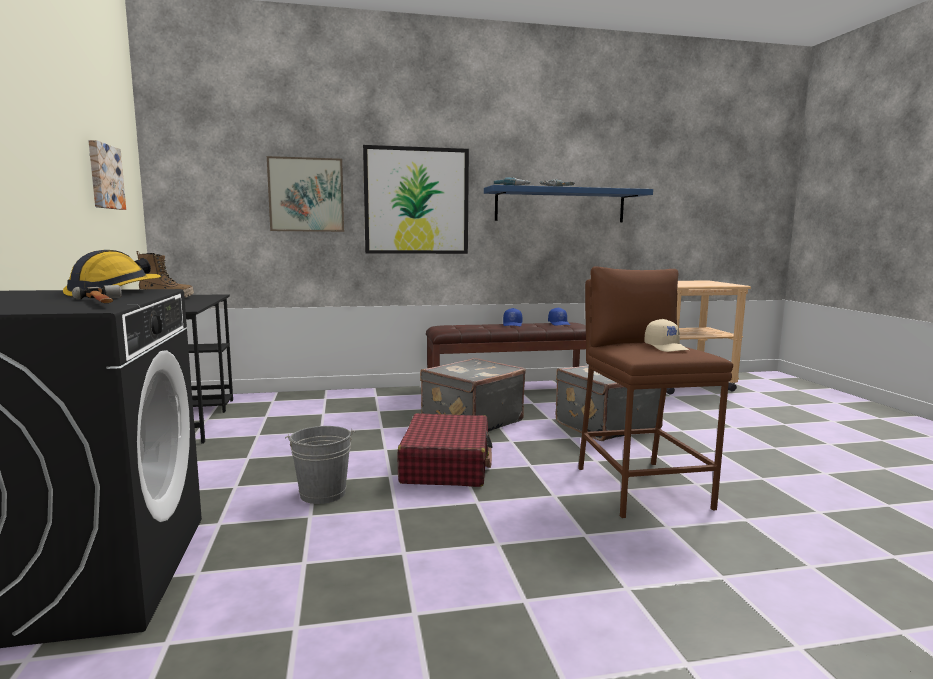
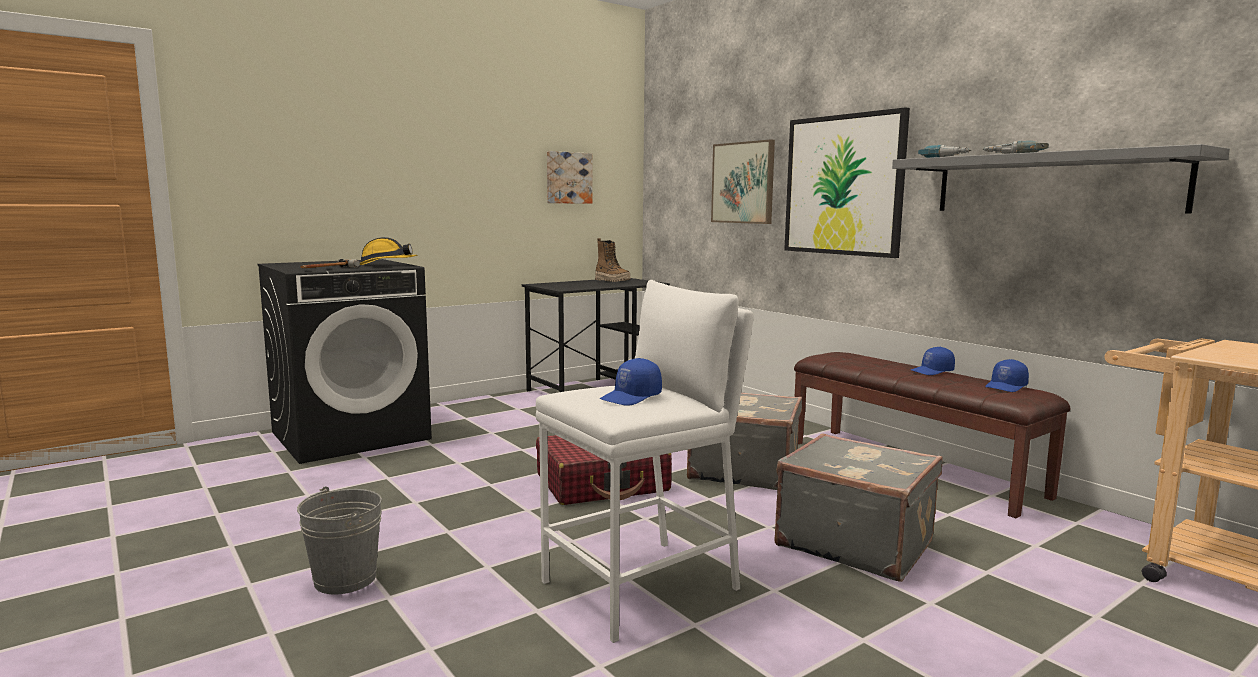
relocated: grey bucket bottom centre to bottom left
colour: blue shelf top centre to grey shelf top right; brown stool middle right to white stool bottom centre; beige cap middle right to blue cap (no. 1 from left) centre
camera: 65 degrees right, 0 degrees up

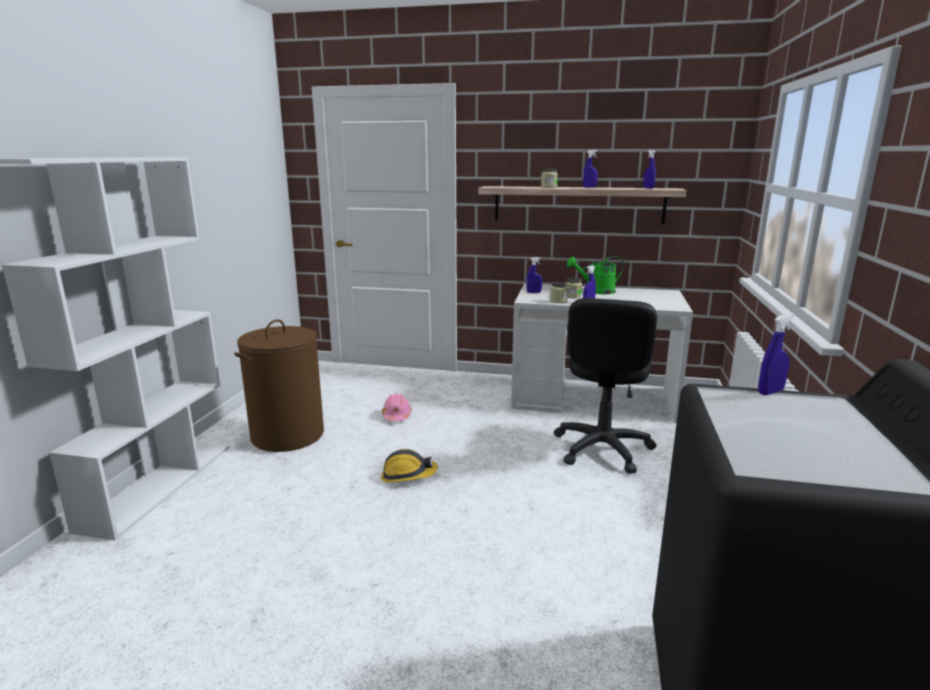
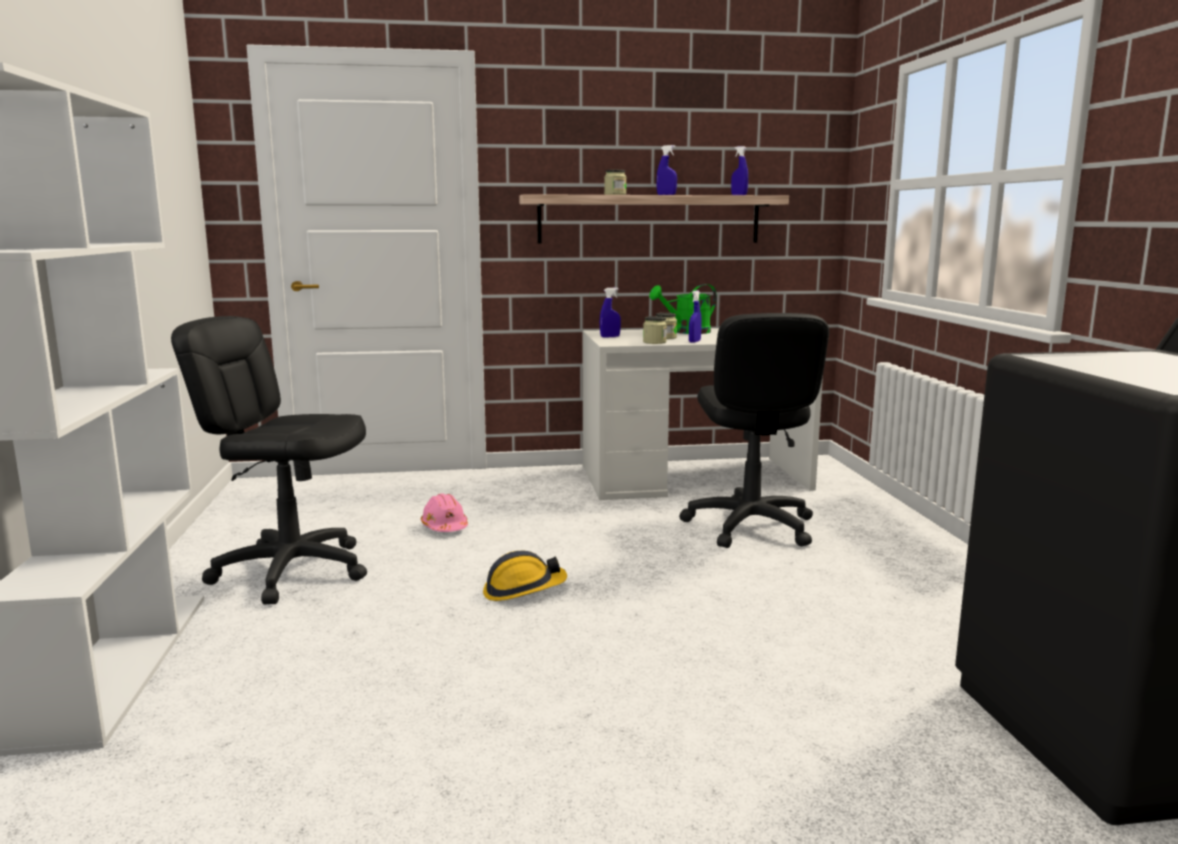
missing: blue spray bottle (no. 5 from left) middle right
exchanged: brown laundry basket middle left to black office chair (no. 1 from left) middle left
camera: 20 degrees left, 5 degrees down

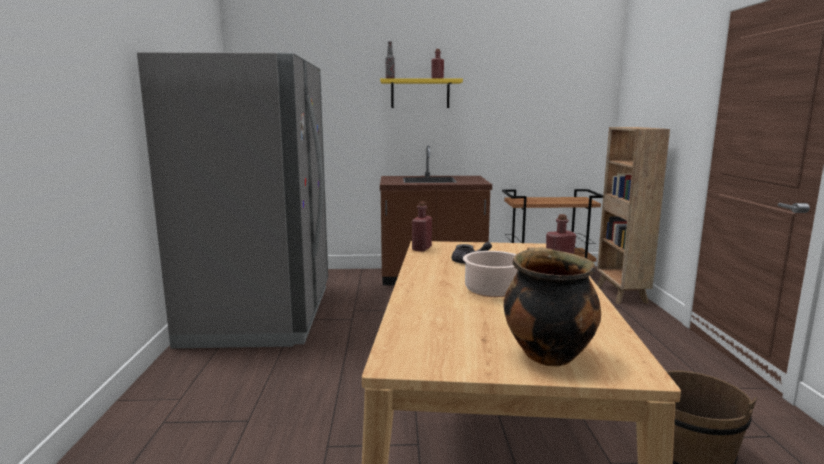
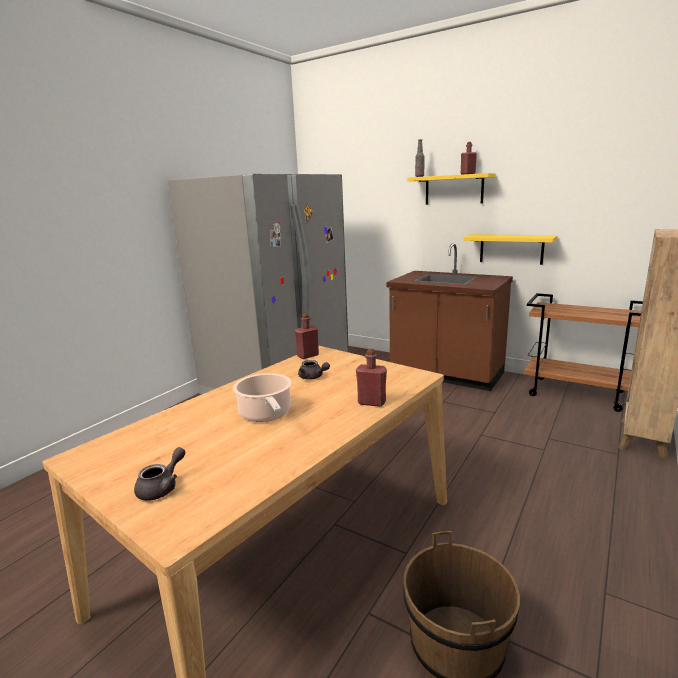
appeared: yellow shelf (no. 2 from left) middle right
exchanged: cooking pot (no. 2 from left) middle right to grey teapot (no. 1 from left) bottom left
camera: 35 degrees right, 5 degrees up

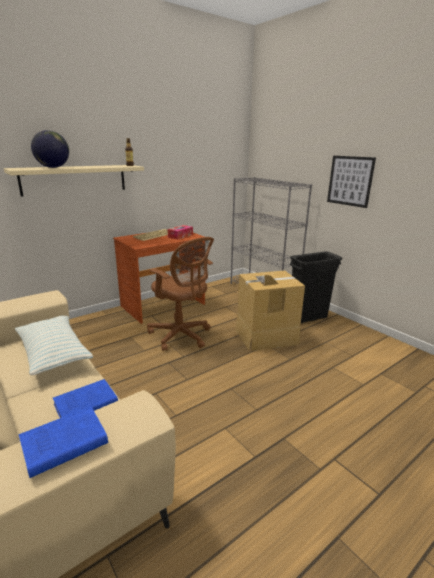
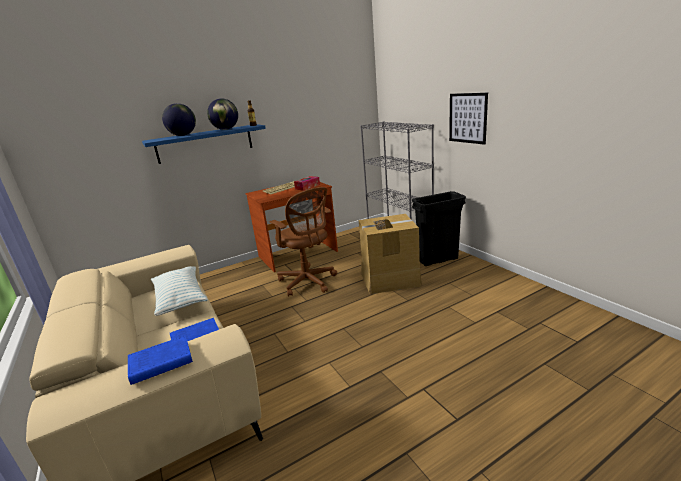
appeared: globe (no. 2 from left) top left
colour: beige shelf top left to blue shelf top left
camera: 10 degrees right, 0 degrees up

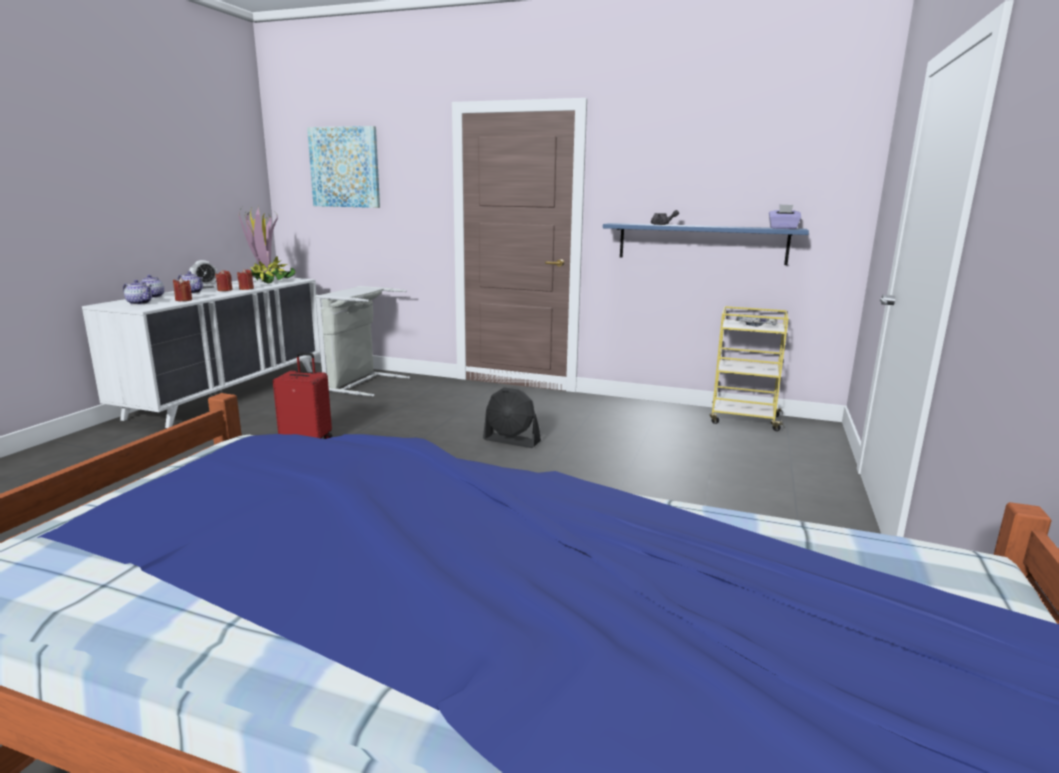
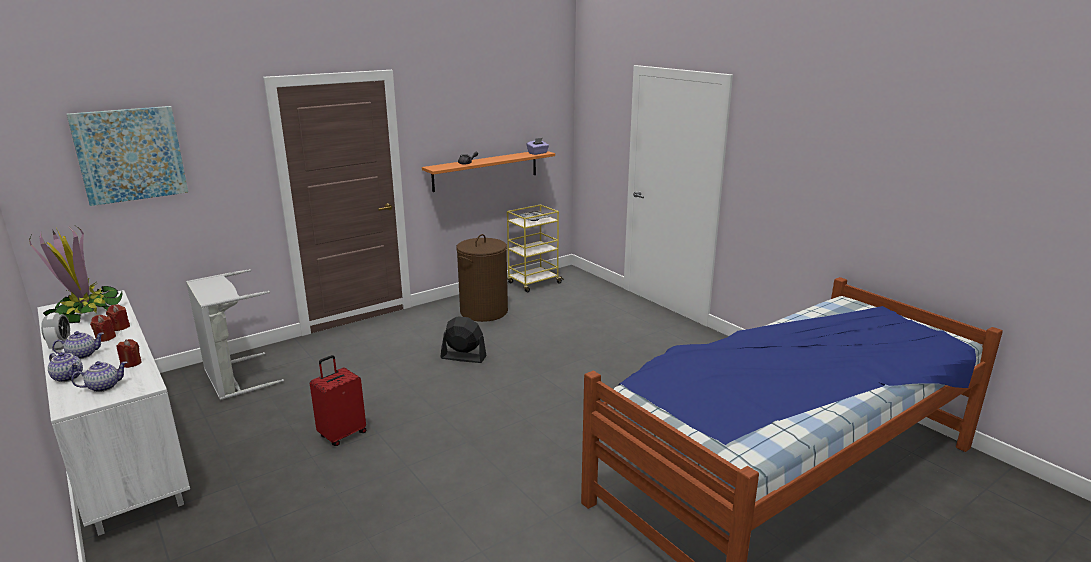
appeared: brown laundry basket centre
colour: blue shelf top right to orange shelf top centre
spun: black fan centre = centre 135 degrees counterclockwise
camera: 55 degrees left, 5 degrees up

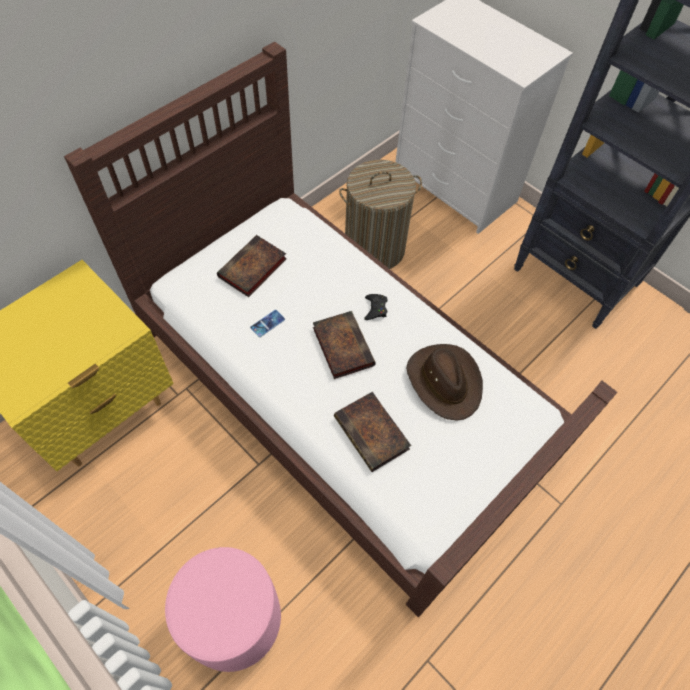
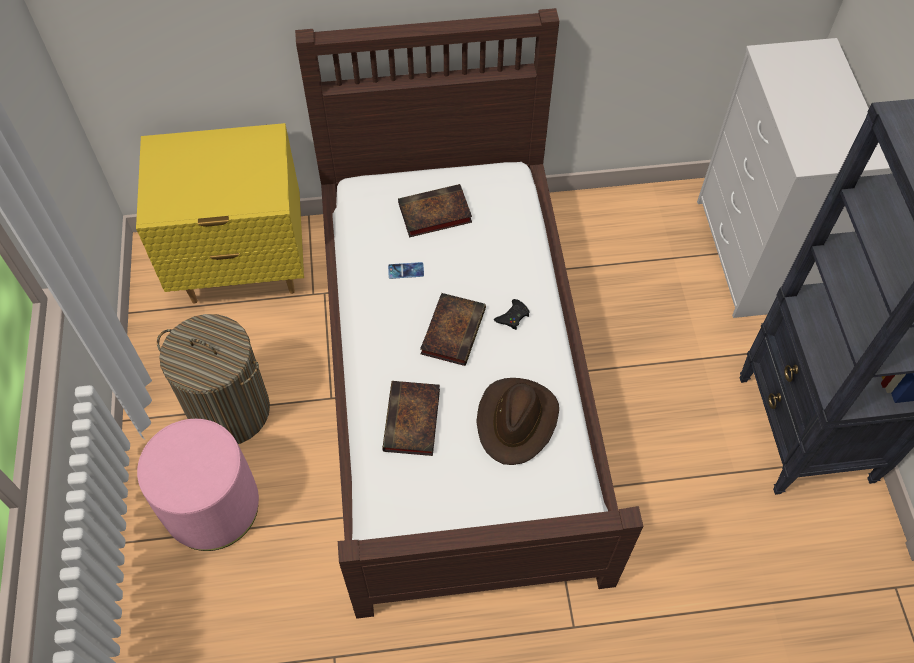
relocated: laundry basket top centre to middle left
camera: 40 degrees right, 0 degrees up

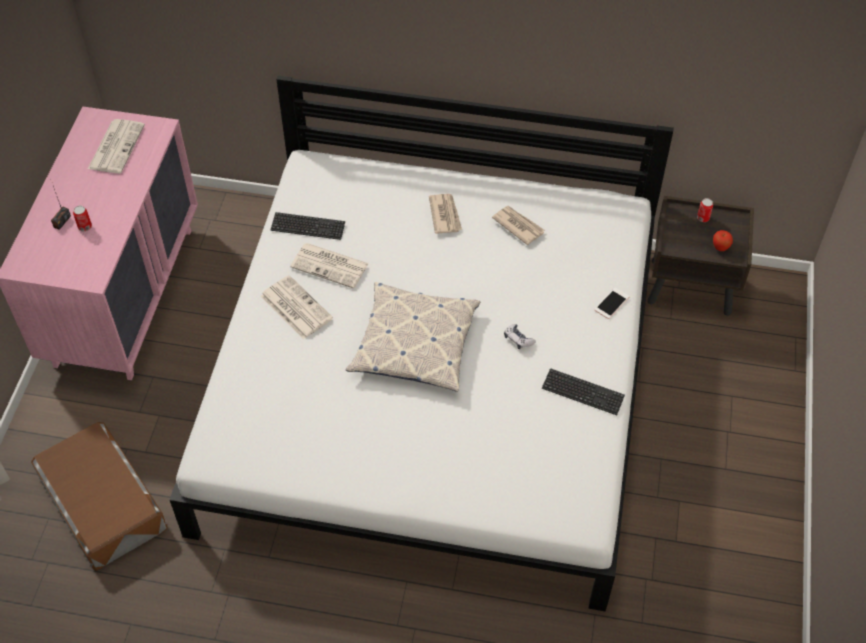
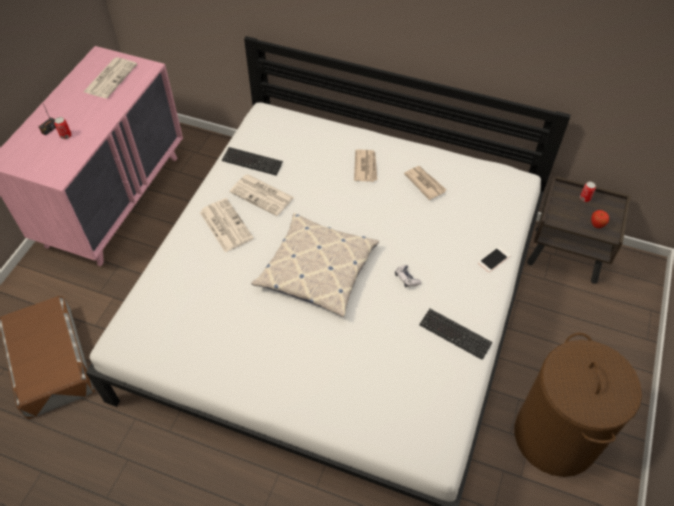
appeared: brown laundry basket bottom right
camera: 10 degrees right, 0 degrees up

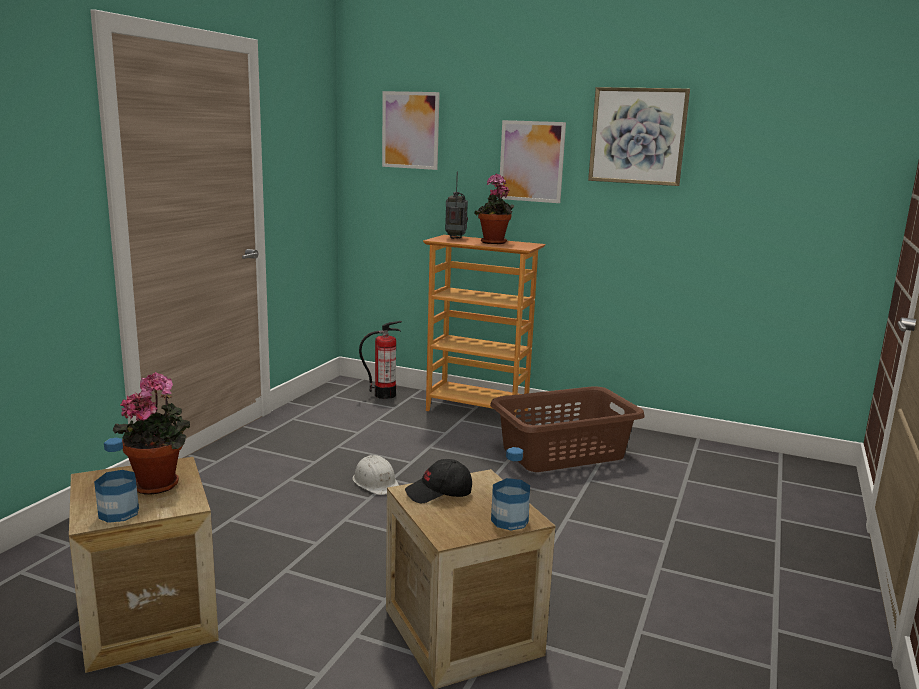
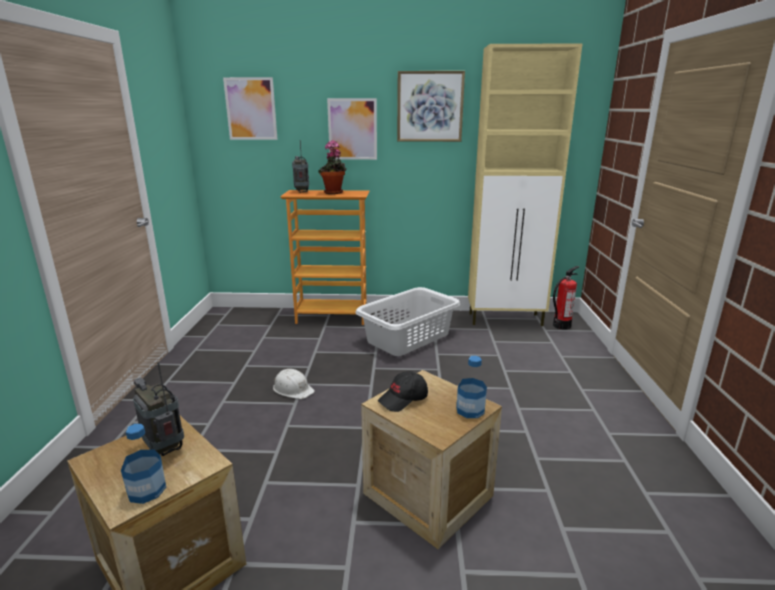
appeared: beige cabinet top right
relocated: fire extinguisher centre to middle right
exchanged: potted plant (no. 1 from left) middle left to radio (no. 1 from left) bottom left
colour: brown laundry basket centre to grey laundry basket centre
camera: 20 degrees left, 5 degrees up

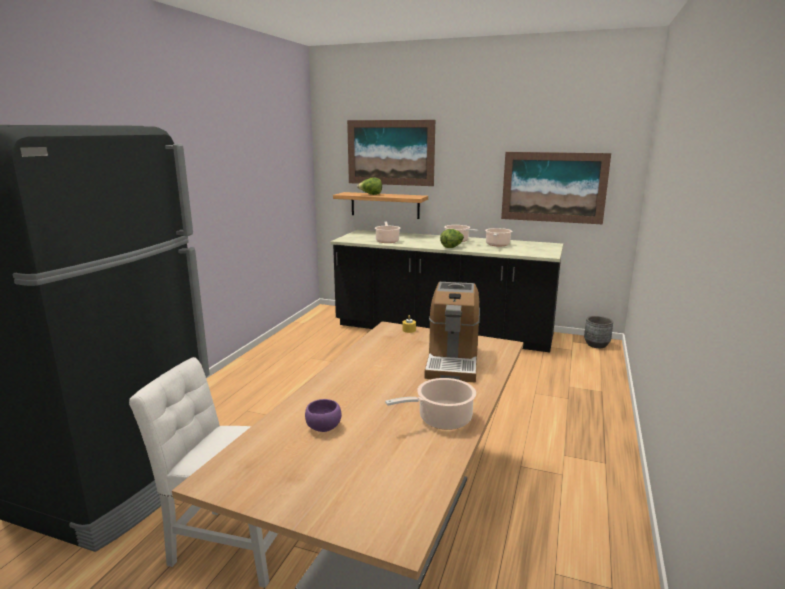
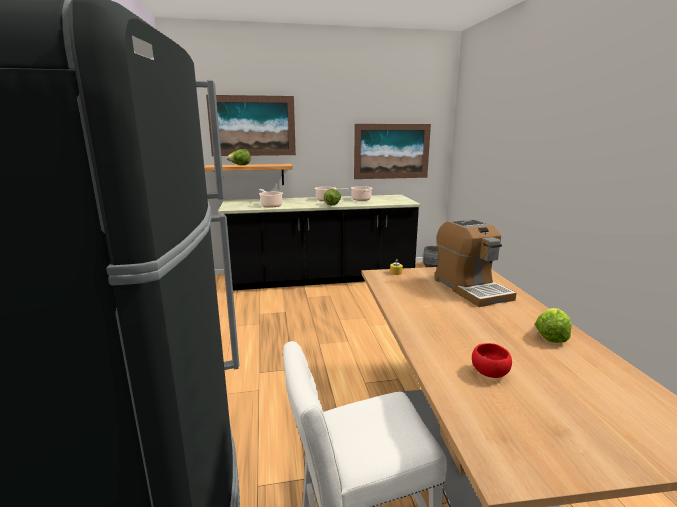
exchanged: cooking pot (no. 2 from left) bottom centre to lettuce (no. 3 from left) middle right
colour: purple bowl bottom centre to red bowl bottom right
camera: 30 degrees left, 0 degrees up

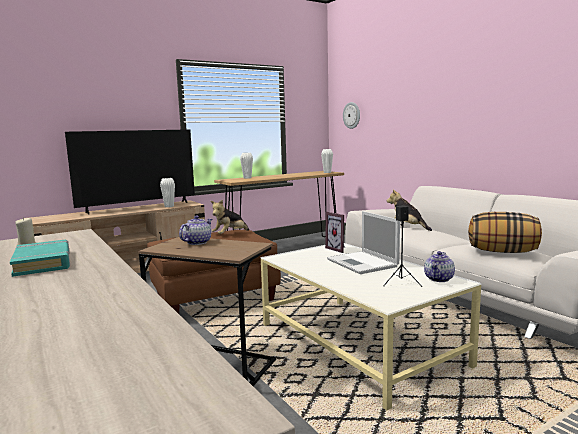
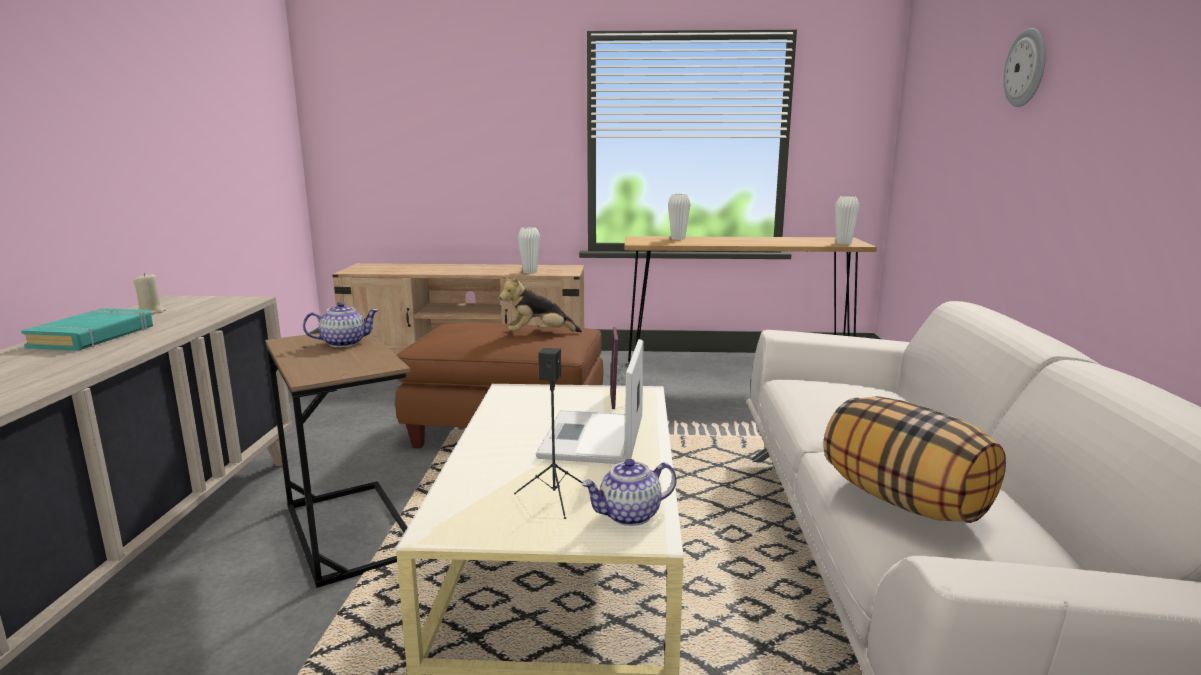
missing: television middle left; plush toy (no. 2 from left) middle right
relocated: wall clock top centre to top right
camera: 35 degrees right, 5 degrees up

